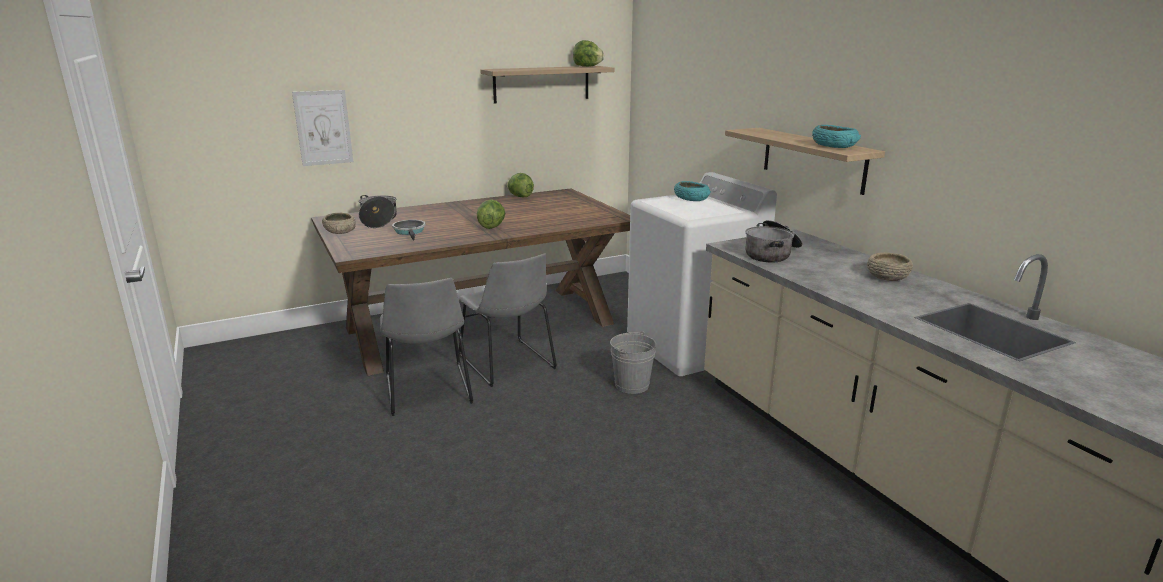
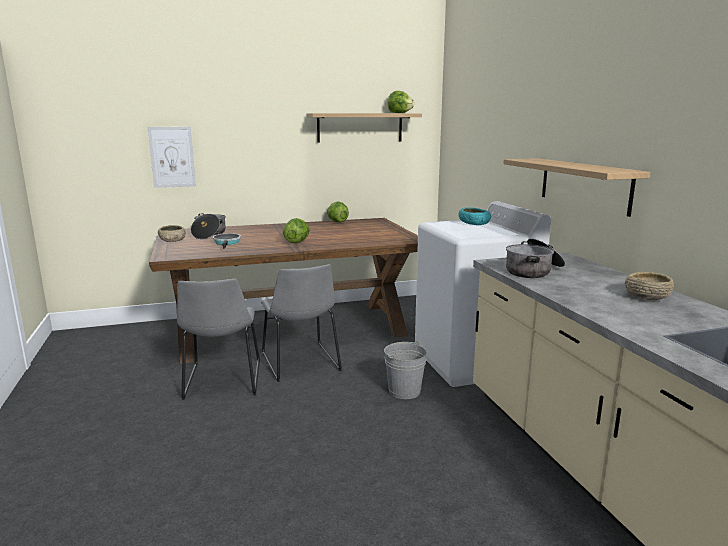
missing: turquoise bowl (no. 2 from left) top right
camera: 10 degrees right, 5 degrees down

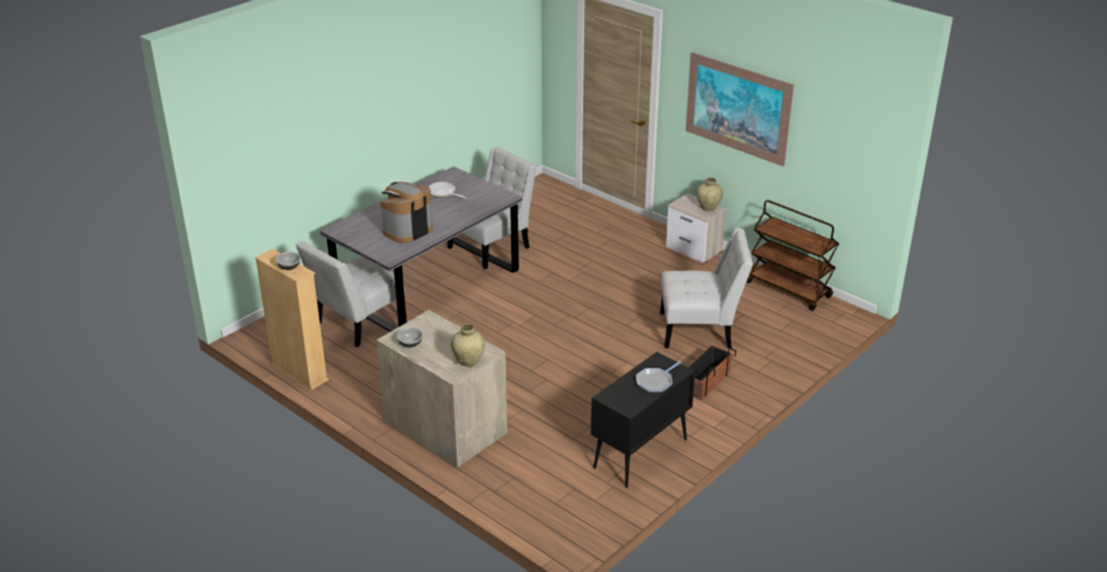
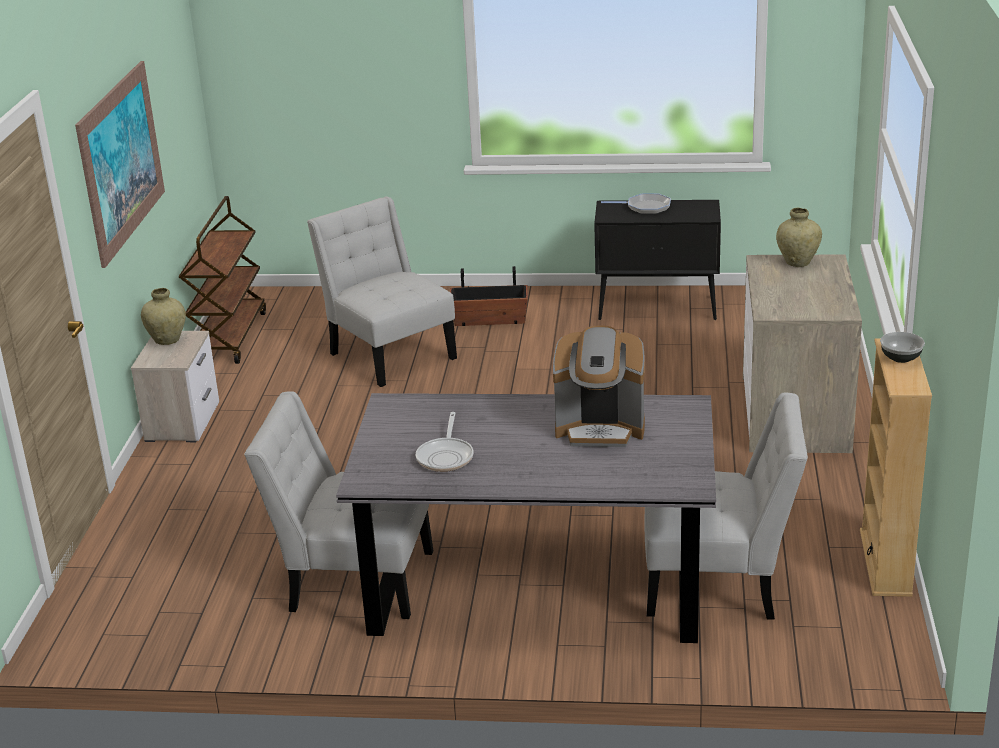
missing: bowl (no. 2 from left) centre
camera: 125 degrees left, 5 degrees down

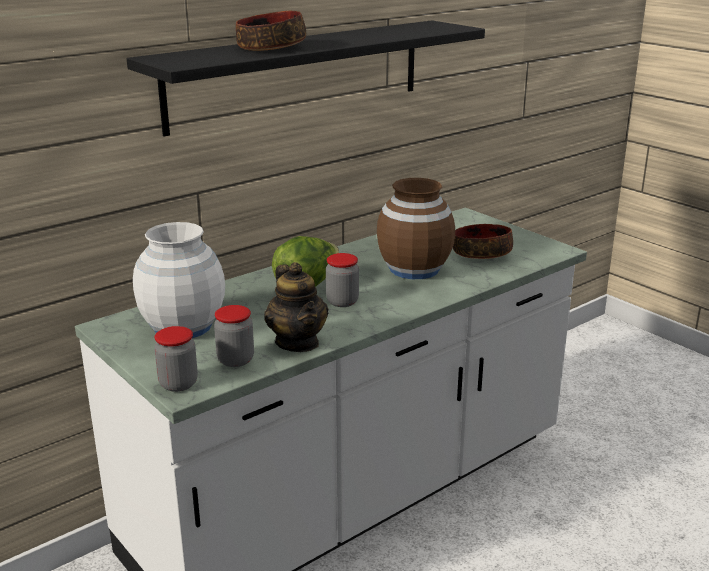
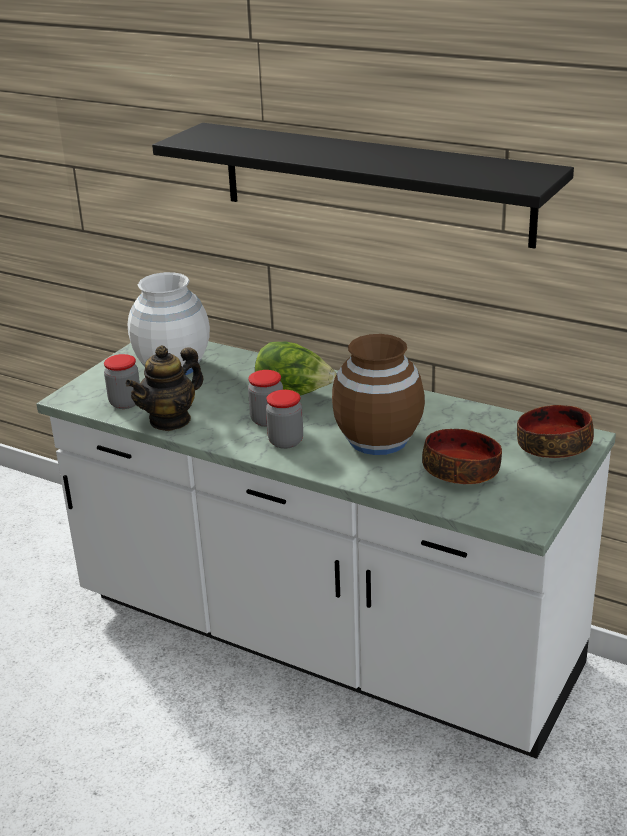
relocated: jar (no. 1 from left in the first image) middle left to jar (no. 3 from left) centre; bowl (no. 1 from left in the first image) top centre to bowl (no. 2 from left) middle right
camera: 70 degrees right, 5 degrees up

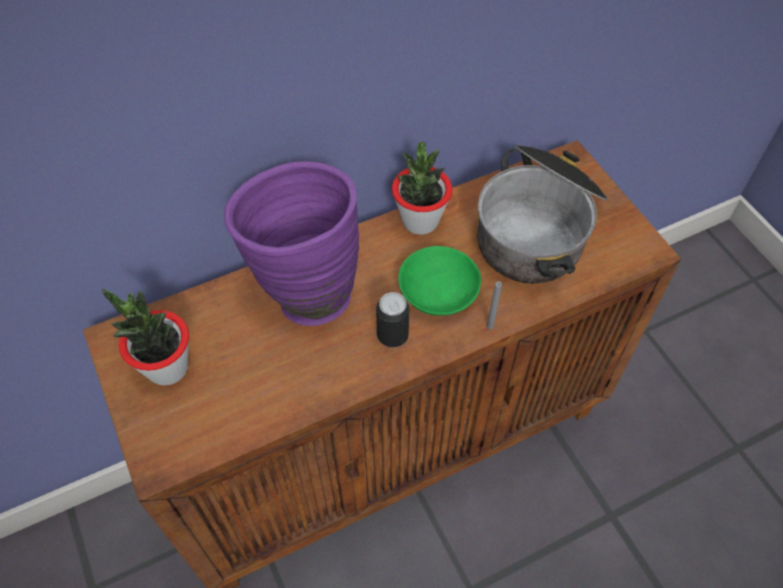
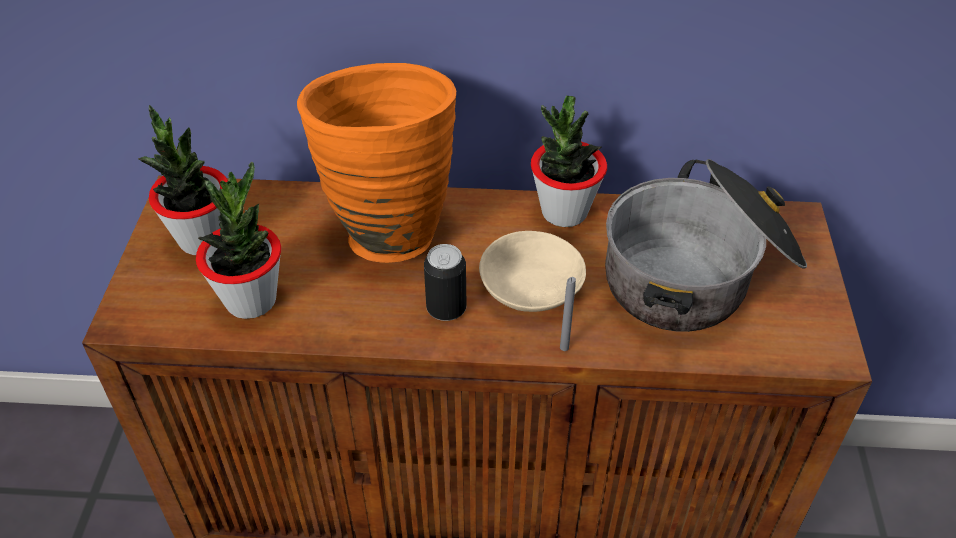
appeared: potted plant (no. 2 from left) middle left
colour: purple vase centre to orange vase top centre; green bowl centre to beige bowl centre
camera: 30 degrees right, 10 degrees down

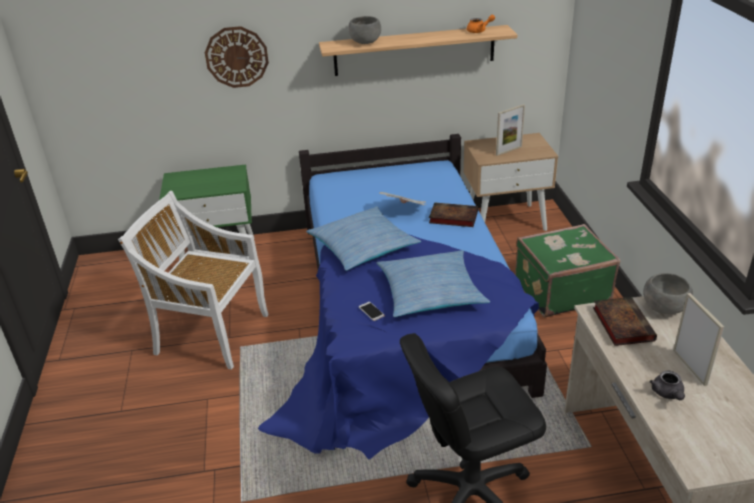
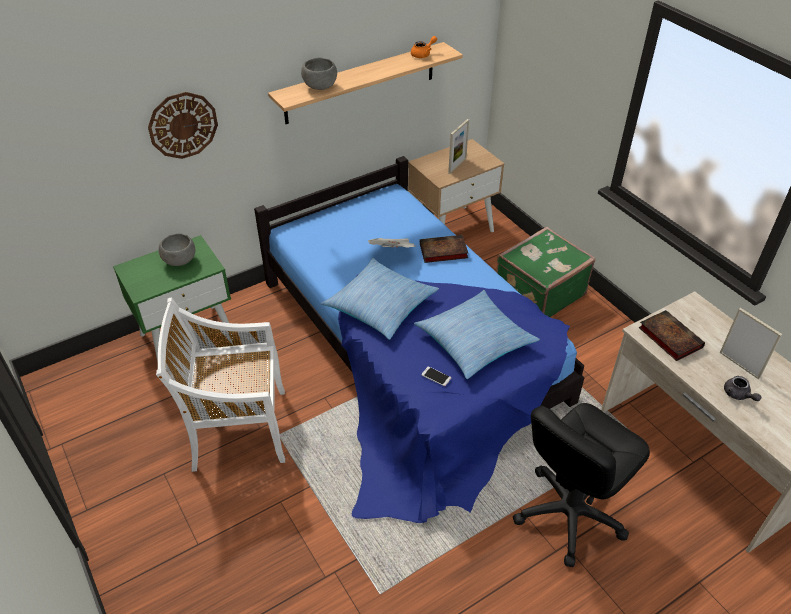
relocated: grey bowl (no. 2 from left in the first image) middle right to grey bowl (no. 1 from left) middle left
camera: 25 degrees left, 10 degrees up

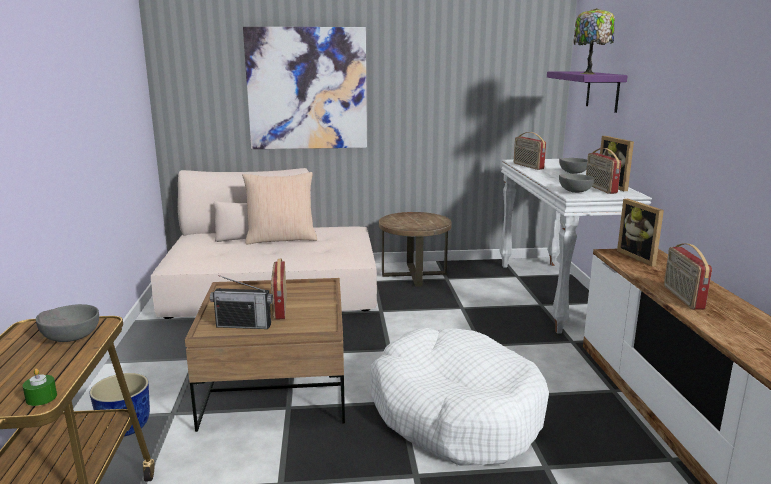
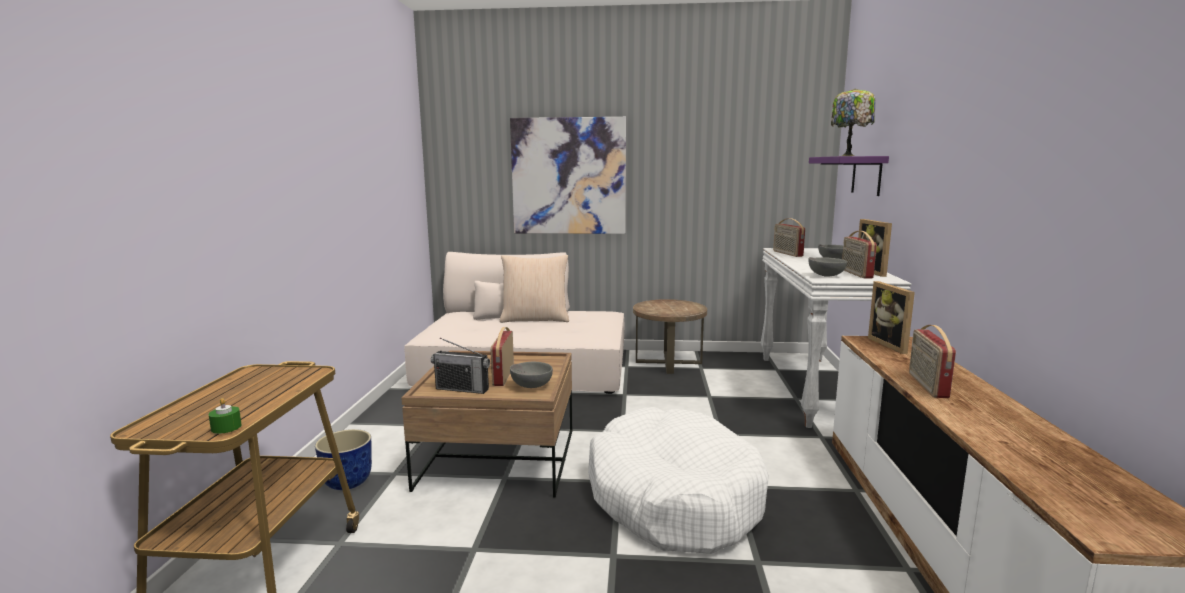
relocated: grey bowl (no. 1 from left) bottom left to centre
camera: 10 degrees right, 5 degrees down

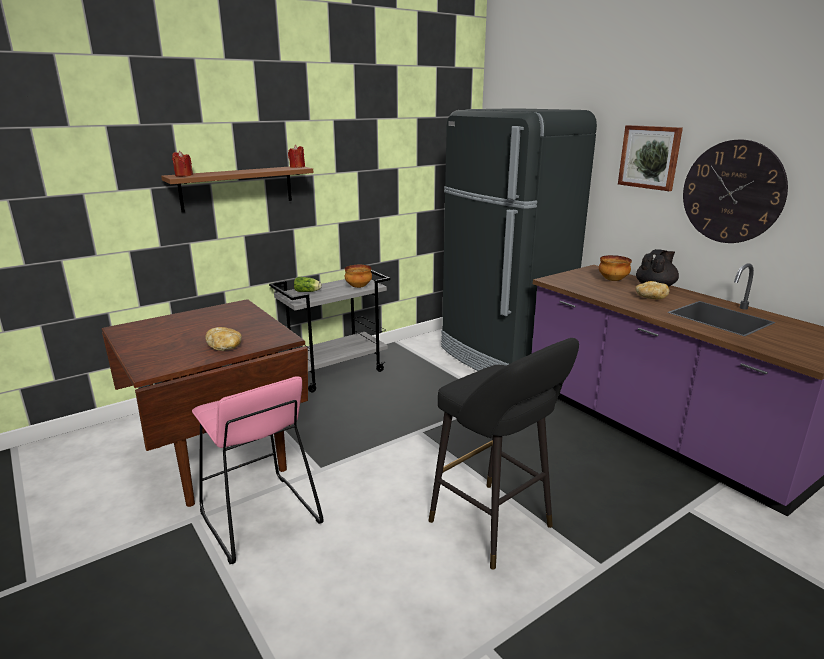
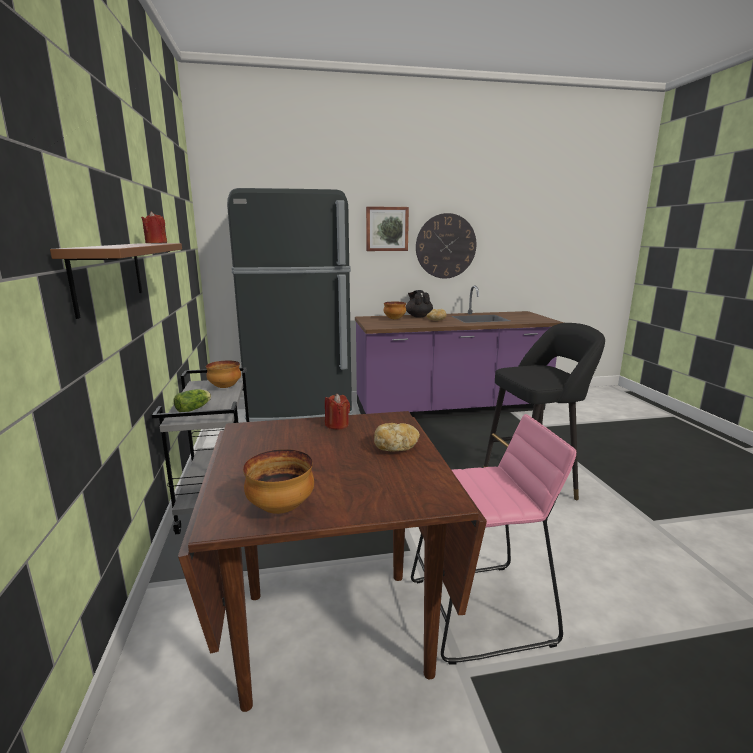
appeared: bowl (no. 2 from left) centre
relocated: red candle (no. 1 from left in the first image) top left to red candle (no. 2 from left) centre
camera: 65 degrees left, 5 degrees down

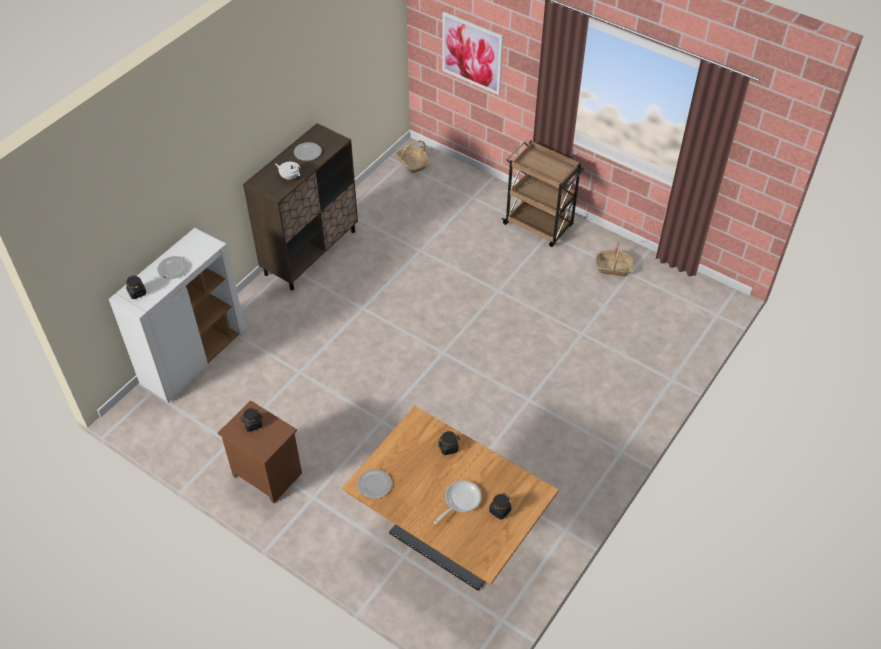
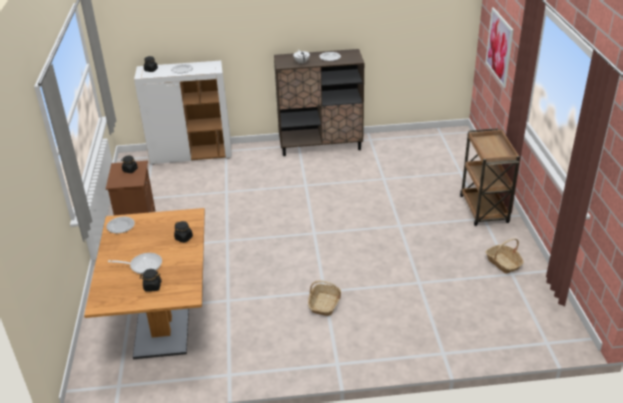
relocated: basket (no. 1 from left) top centre to bottom centre
camera: 50 degrees right, 15 degrees down

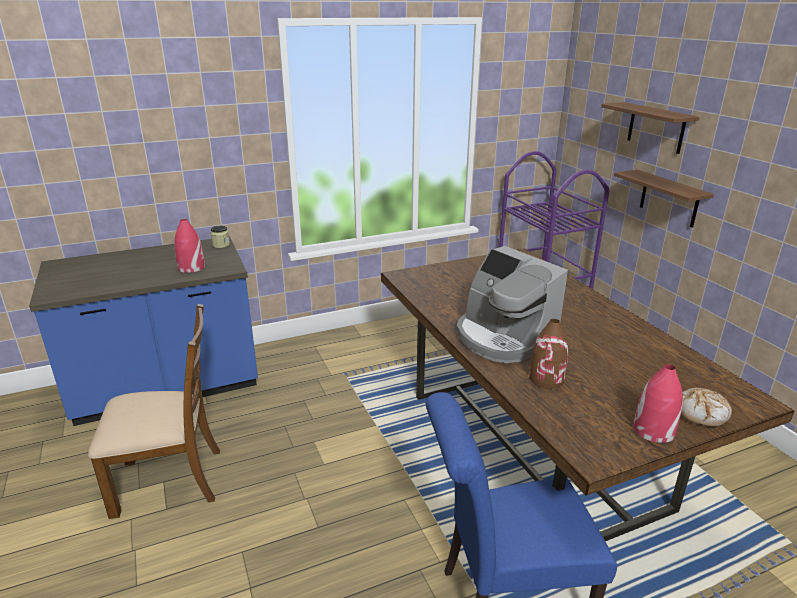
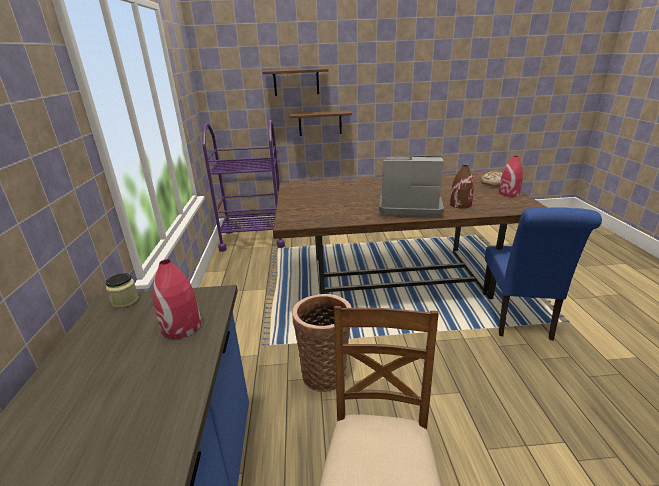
appeared: basket bottom centre
spun: coffee machine centre = centre 150 degrees counterclockwise
camera: 70 degrees left, 0 degrees up

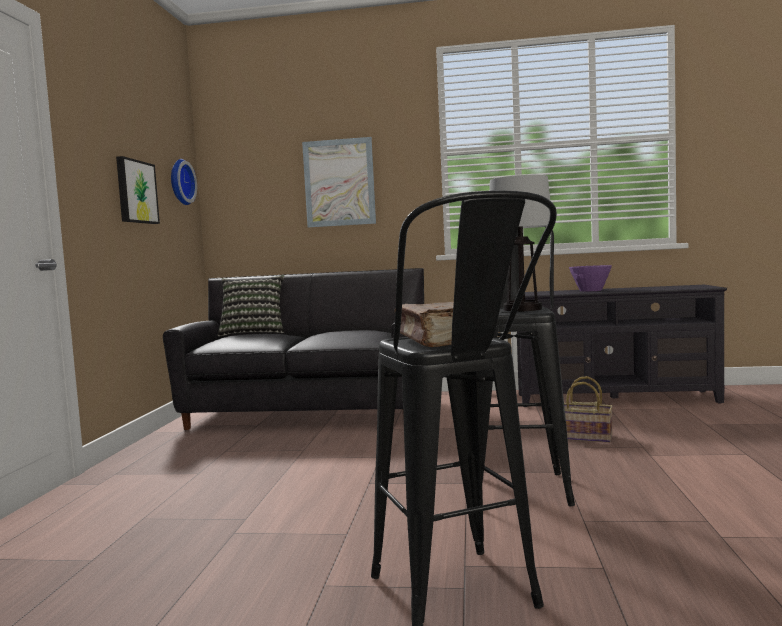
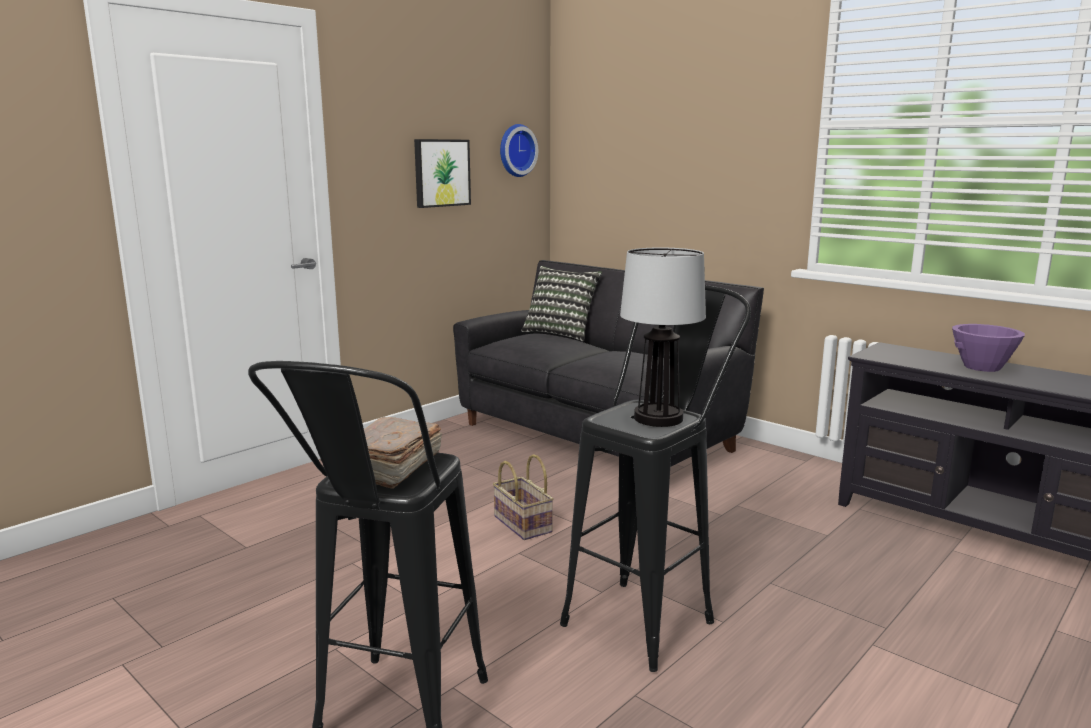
missing: picture (no. 2 from left) top centre
relocated: basket middle right to bottom centre
camera: 35 degrees right, 10 degrees up

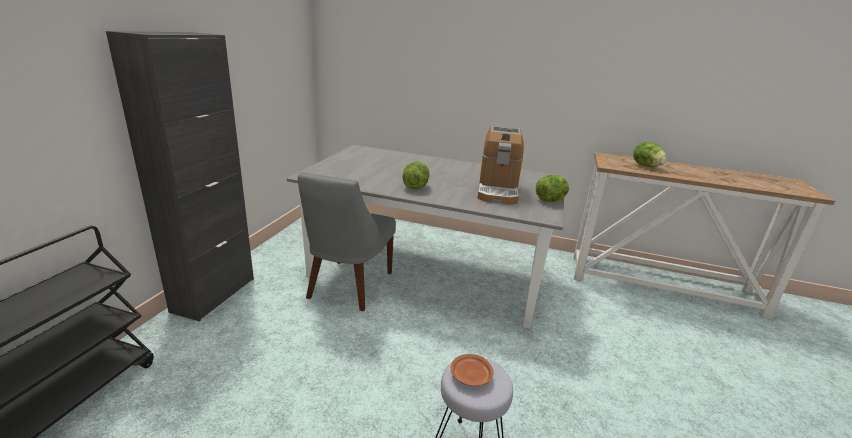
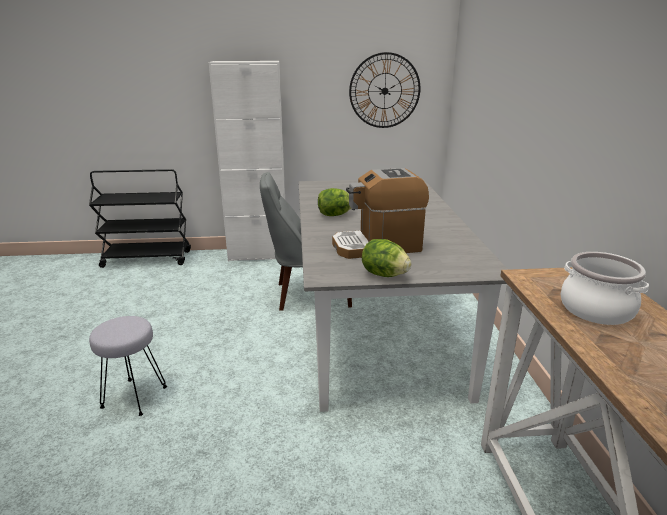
missing: brown plate bottom centre
appeared: wall clock top centre
exchanged: lettuce (no. 3 from left) middle right to cooking pot middle right
colour: black cabinet middle left to white cabinet top centre
camera: 70 degrees right, 0 degrees up

